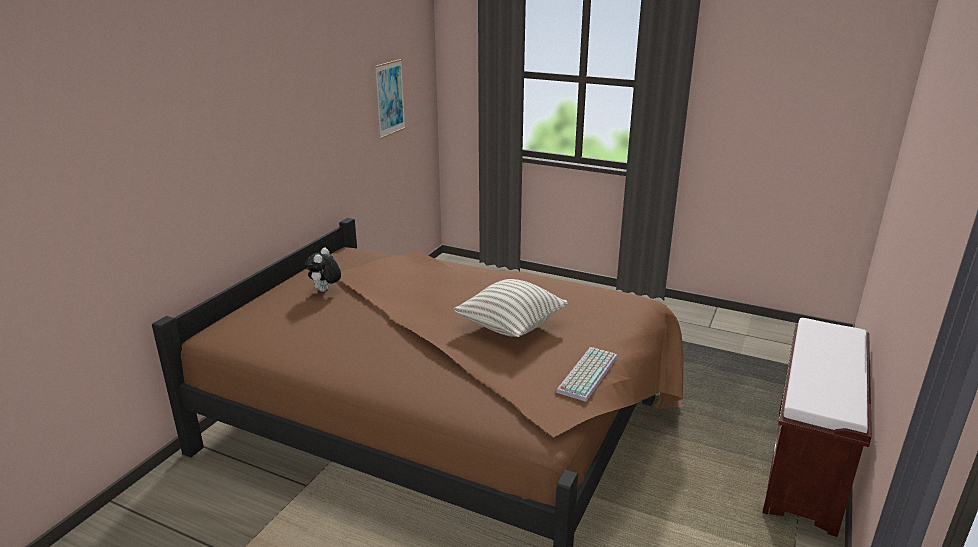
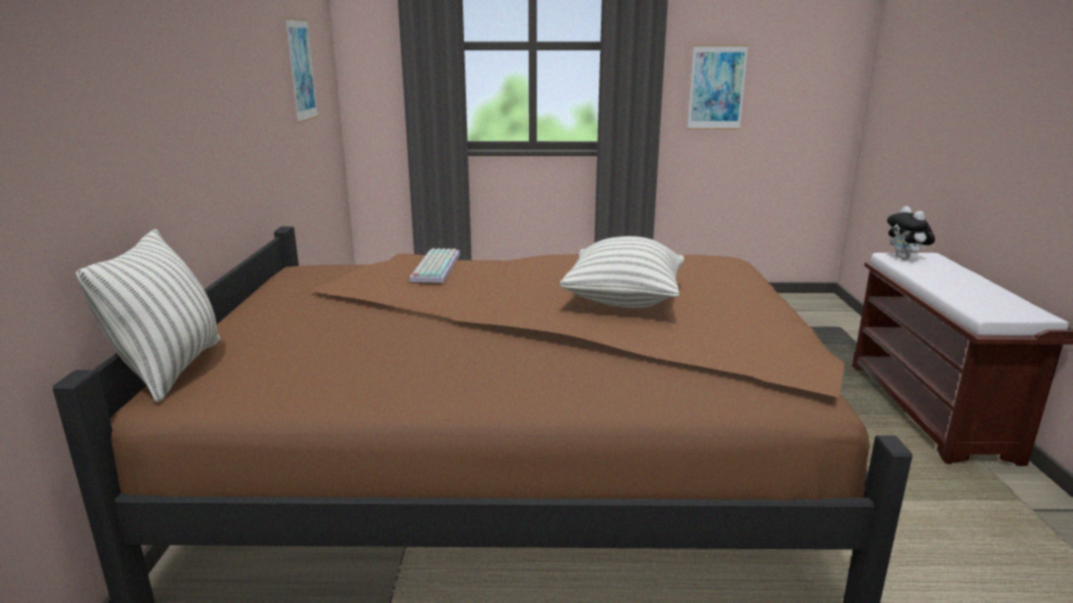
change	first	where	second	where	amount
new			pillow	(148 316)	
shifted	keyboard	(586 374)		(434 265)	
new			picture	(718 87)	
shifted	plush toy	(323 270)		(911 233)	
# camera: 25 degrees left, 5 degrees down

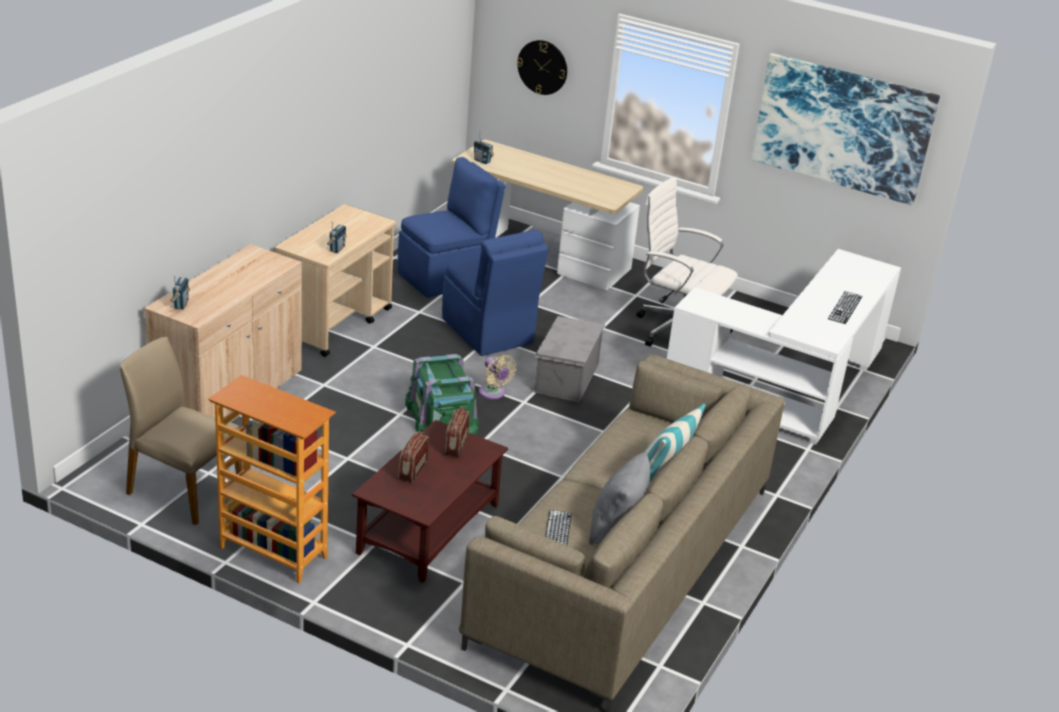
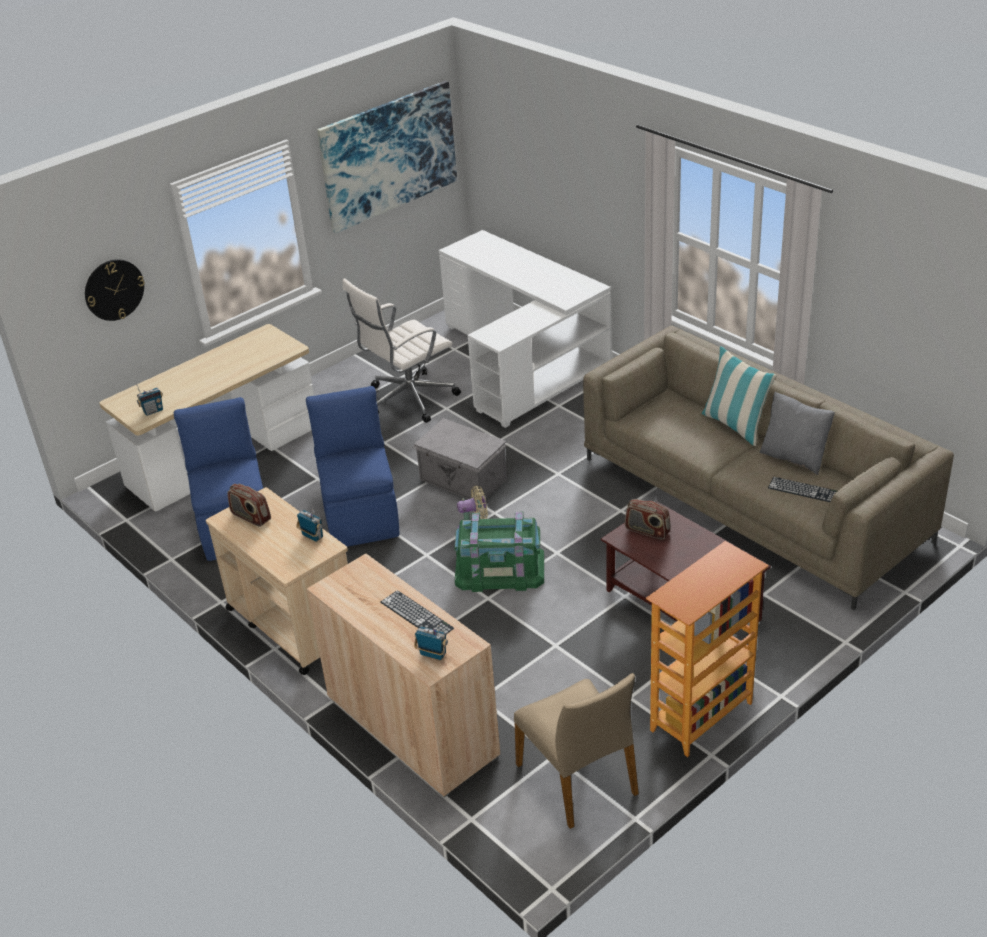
change	first	where	second	where	amount
shifted	radio	(413 457)		(249 505)	
rotated	blue chair	(495 293)		(353 466)	90 degrees counterclockwise
shifted	keyboard	(845 307)		(417 612)	
rotated	beige chair	(181 431)		(576 751)	75 degrees counterclockwise
# camera: 65 degrees left, 5 degrees up

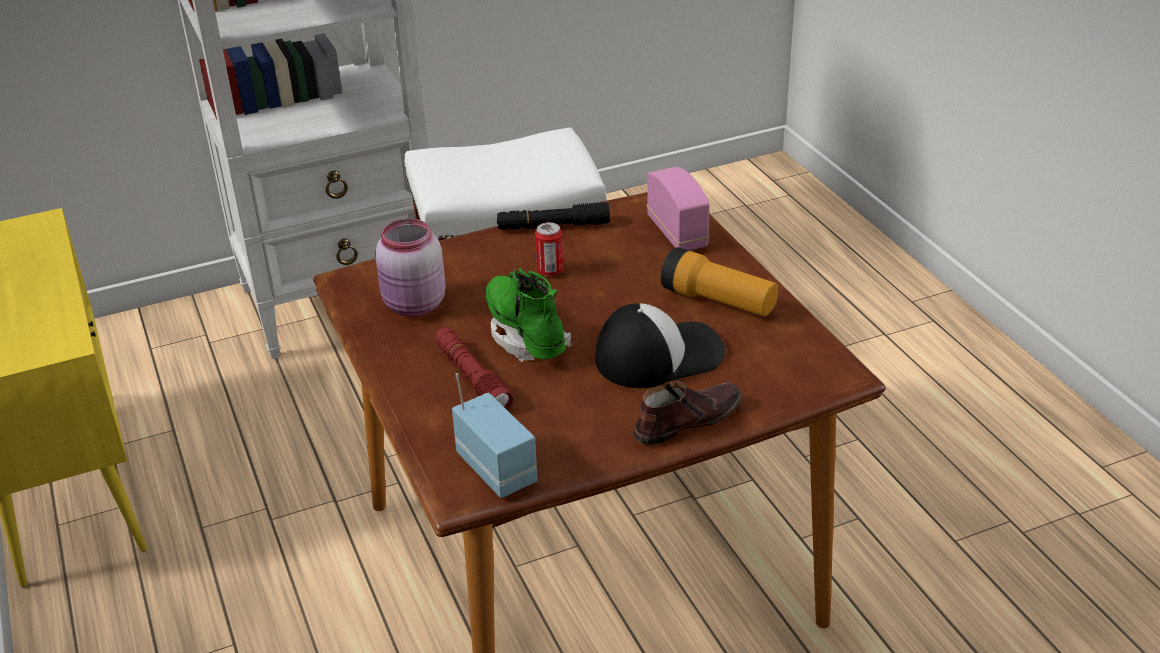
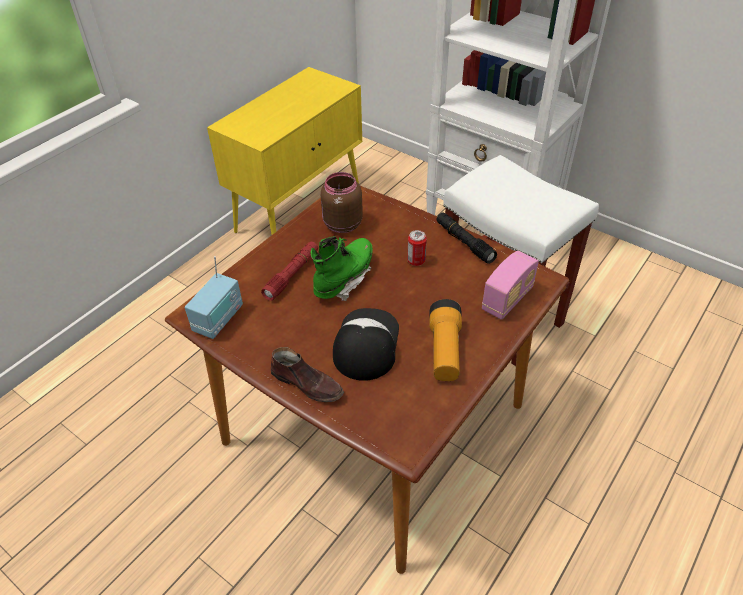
change	first	where	second	where	amount
repainted	pink jar	(410 267)	brown jar	(342 202)	
rotated	cap	(660 345)		(366 344)	120 degrees counterclockwise
# camera: 60 degrees right, 10 degrees up

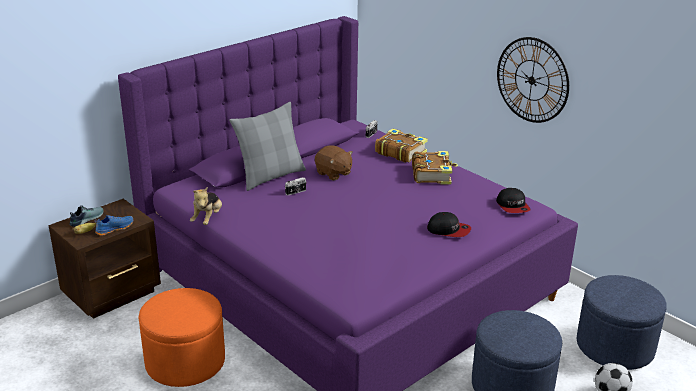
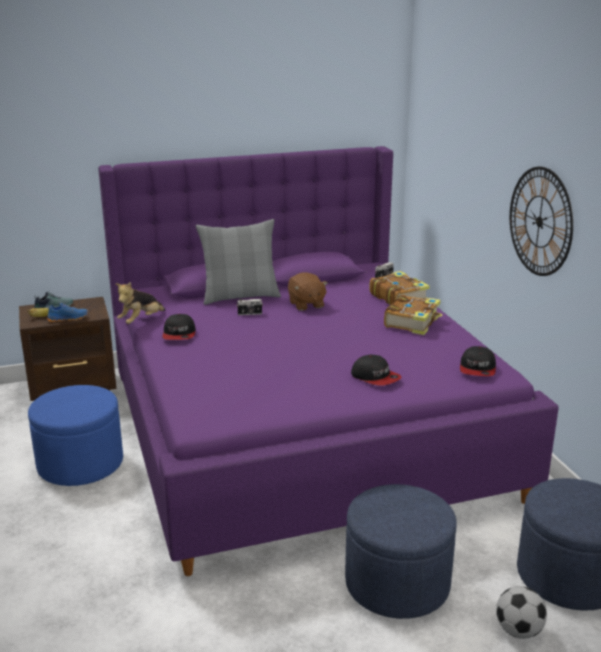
change	first	where	second	where	amount
repainted	orange ottoman	(182 337)	blue ottoman	(75 435)	
new			cap	(179 327)	
# camera: 25 degrees right, 5 degrees down

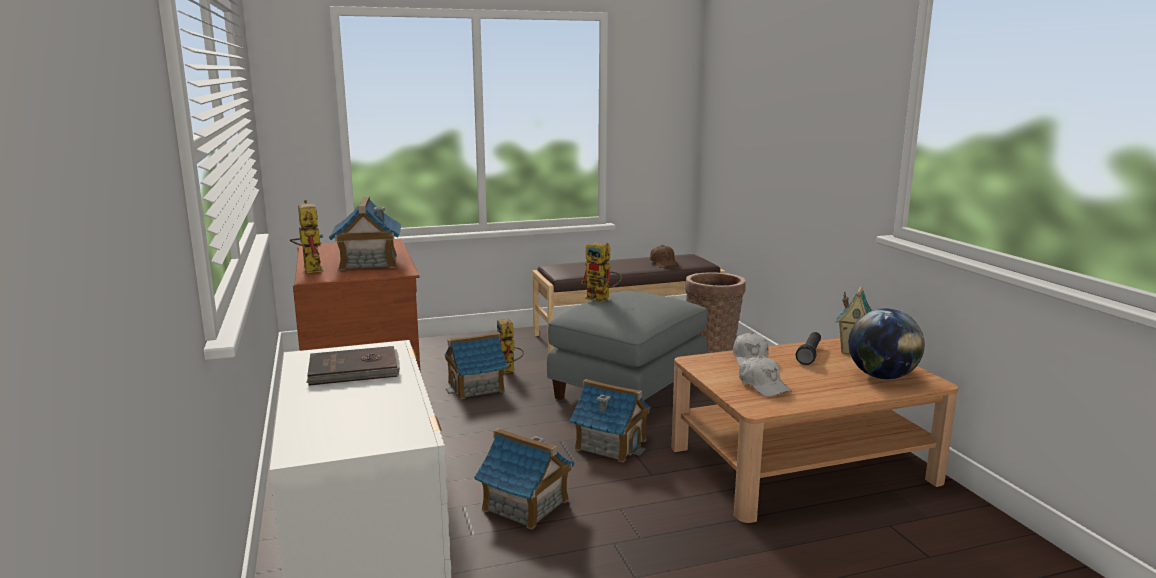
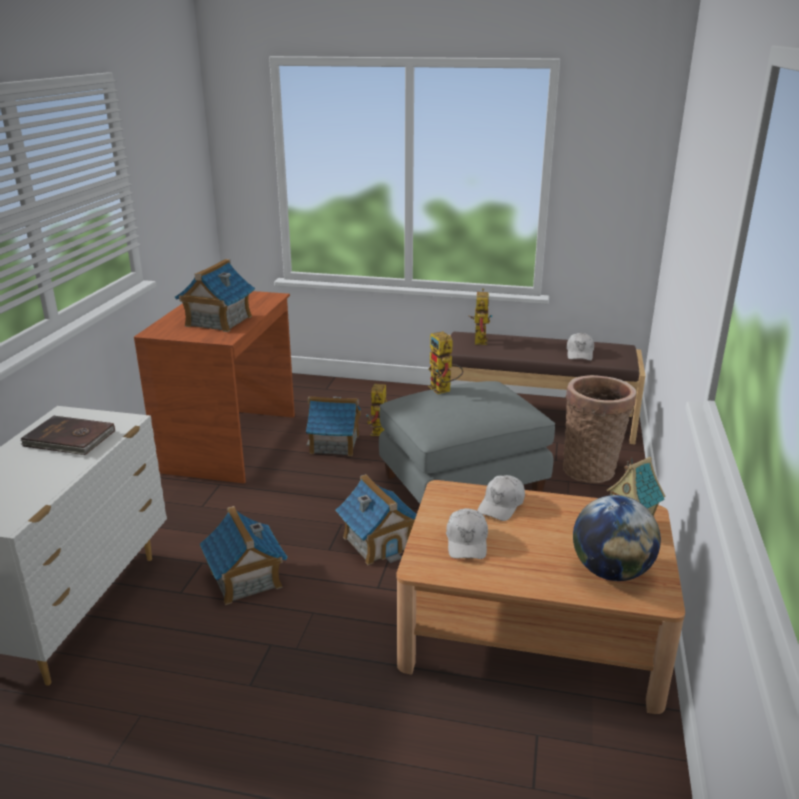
change	first	where	second	where	amount
shifted	toy robot	(307 236)		(480 316)	
repainted	brown cap	(664 256)	white cap	(580 347)	
gone	black flashlight	(808 348)			
# camera: 30 degrees right, 10 degrees up

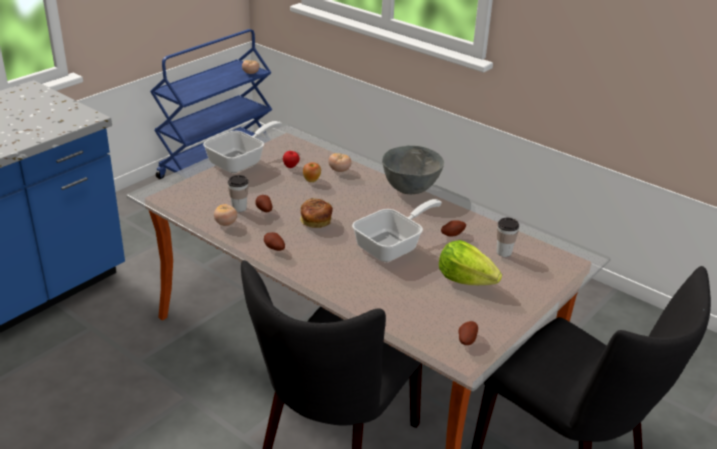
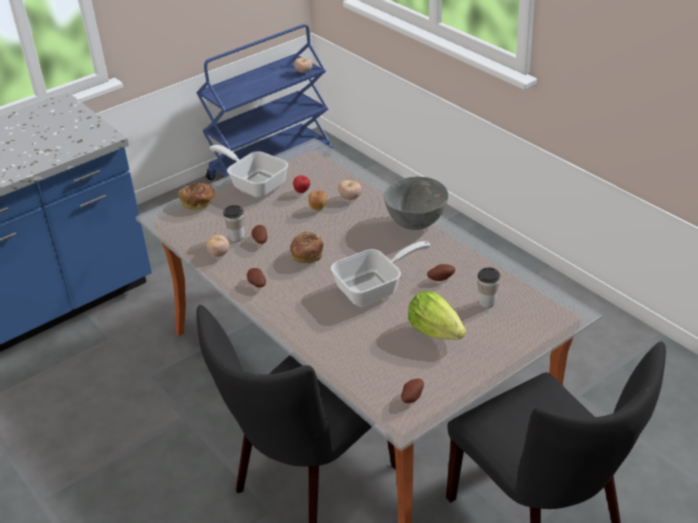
change	first	where	second	where	amount
new			bread	(196 197)	
rotated	frying pan	(242 147)		(249 171)	105 degrees counterclockwise
# camera: 15 degrees right, 5 degrees up

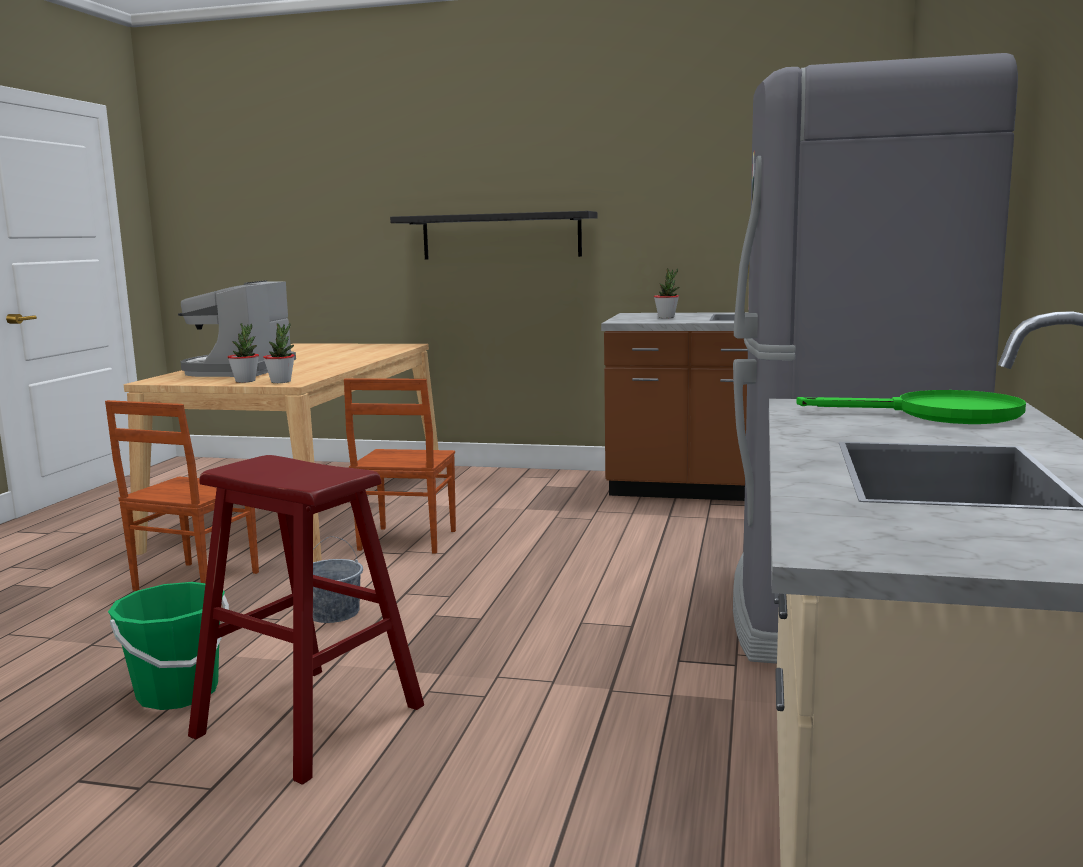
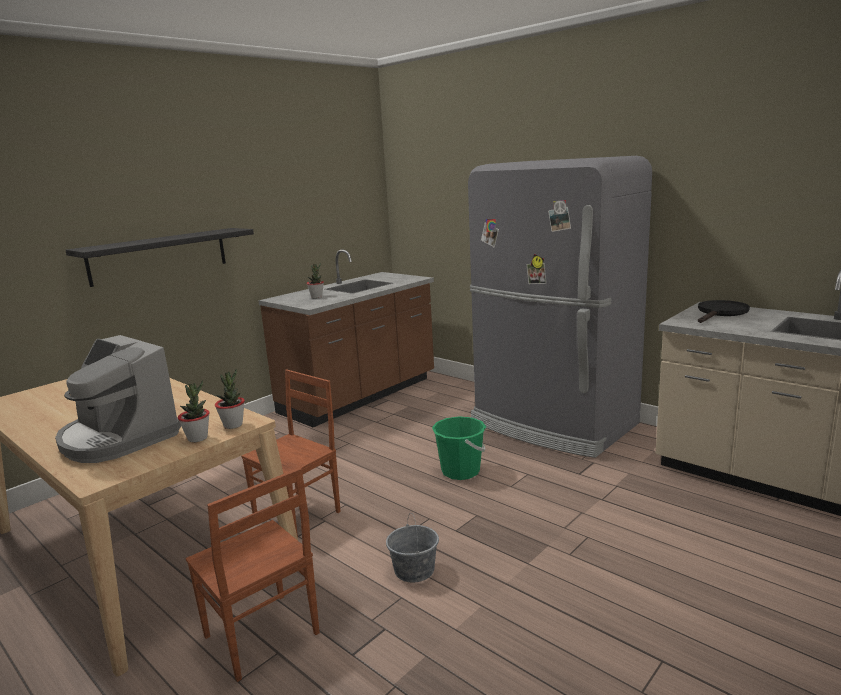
change	first	where	second	where	amount
rotated	brown chair	(400 466)		(291 454)	90 degrees counterclockwise
shifted	green bucket	(168 646)		(459 448)	
repainted	green frying pan	(911 407)	black frying pan	(724 311)	
gone	red stool	(306 620)			
# camera: 60 degrees left, 5 degrees up

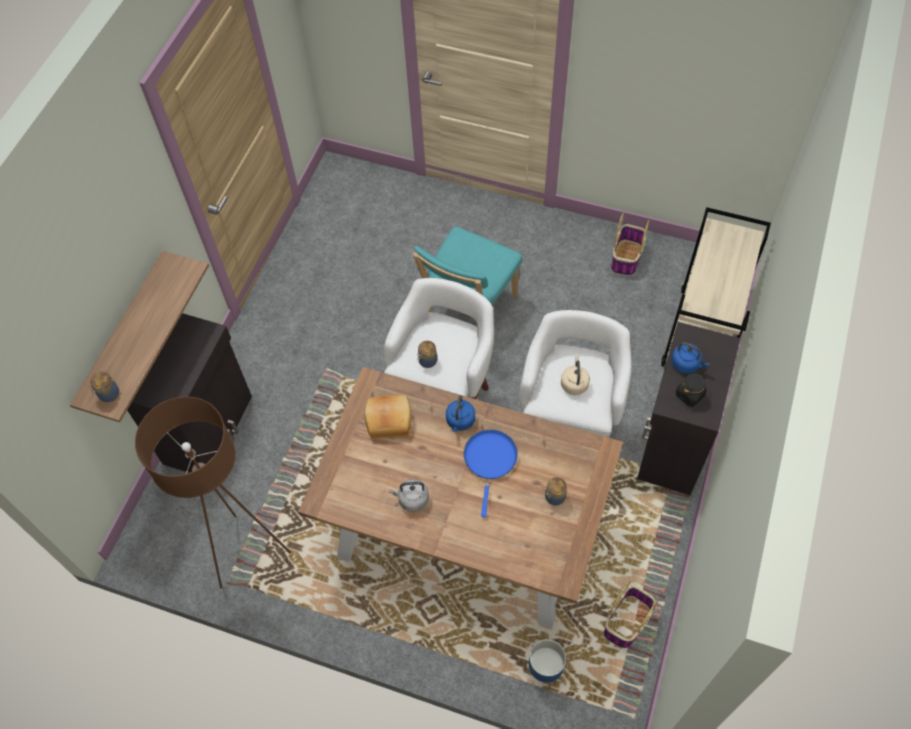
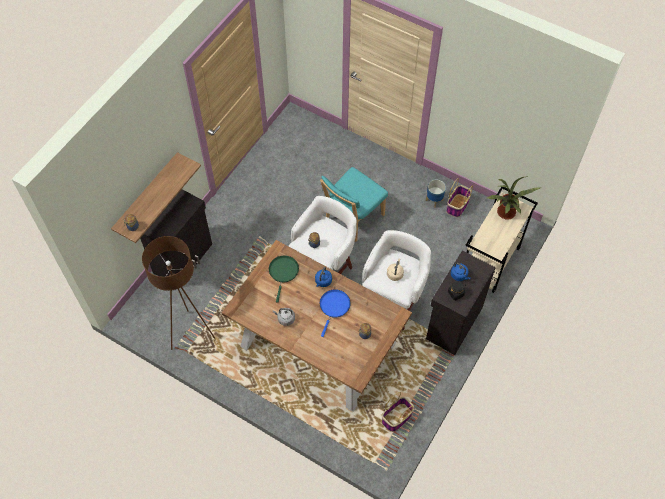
change	first	where	second	where	amount
swapped	bread	(388 416)	green frying pan	(284 279)	
shifted	planter	(547 663)		(436 193)	
new			potted plant	(514 198)	
# camera: 10 degrees right, 0 degrees up

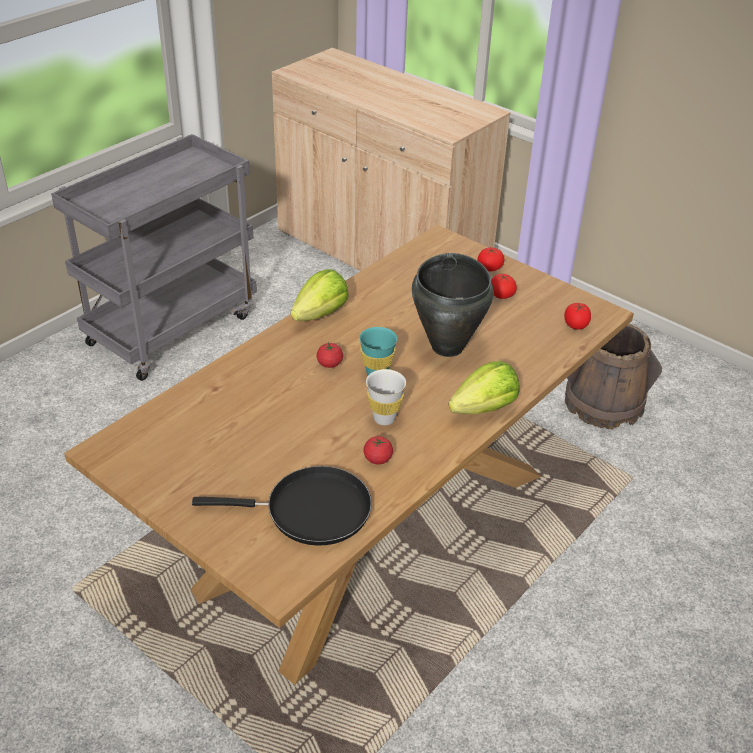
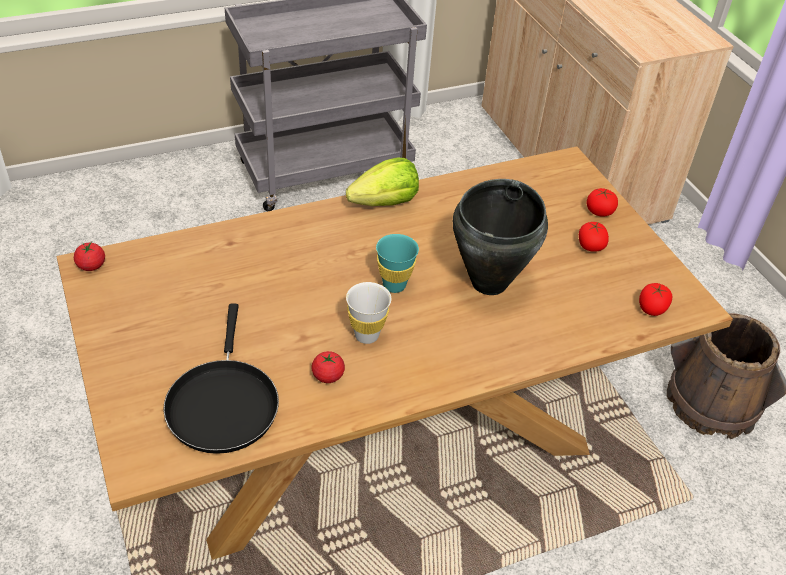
change	first	where	second	where	amount
shifted	tomato	(330 355)		(89 257)	
rotated	black frying pan	(282 506)		(221 379)	60 degrees clockwise
gone	lettuce	(484 387)			
# camera: 25 degrees right, 5 degrees up

